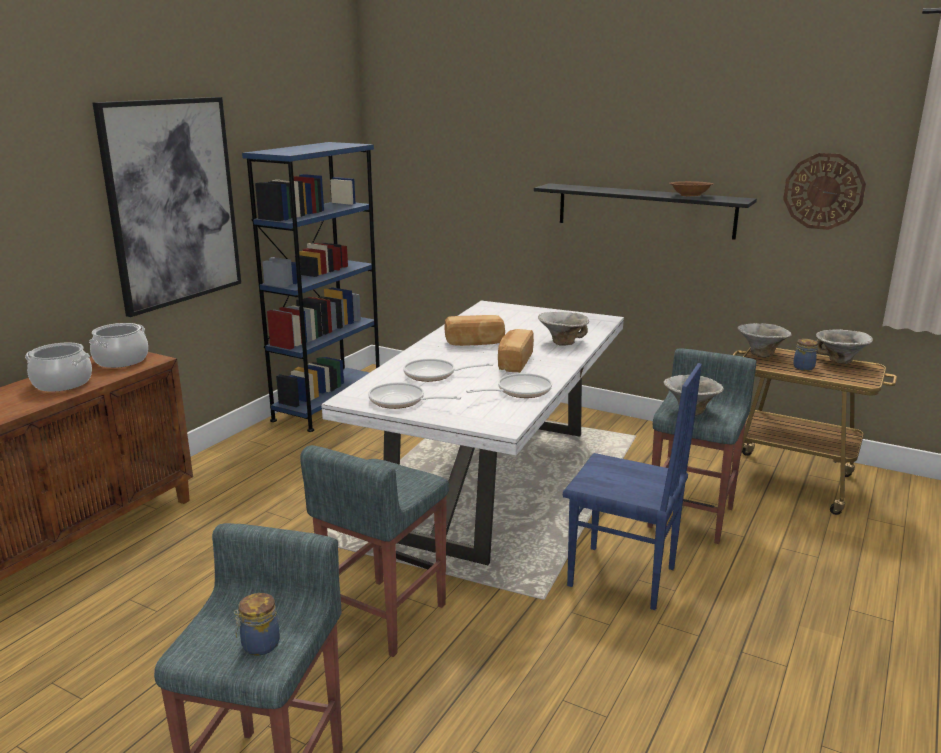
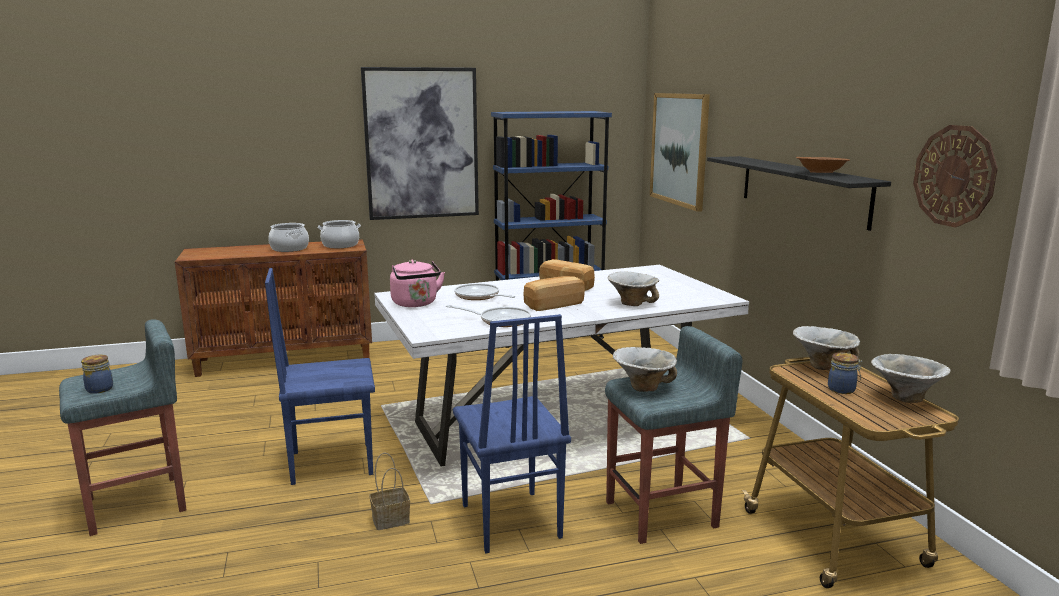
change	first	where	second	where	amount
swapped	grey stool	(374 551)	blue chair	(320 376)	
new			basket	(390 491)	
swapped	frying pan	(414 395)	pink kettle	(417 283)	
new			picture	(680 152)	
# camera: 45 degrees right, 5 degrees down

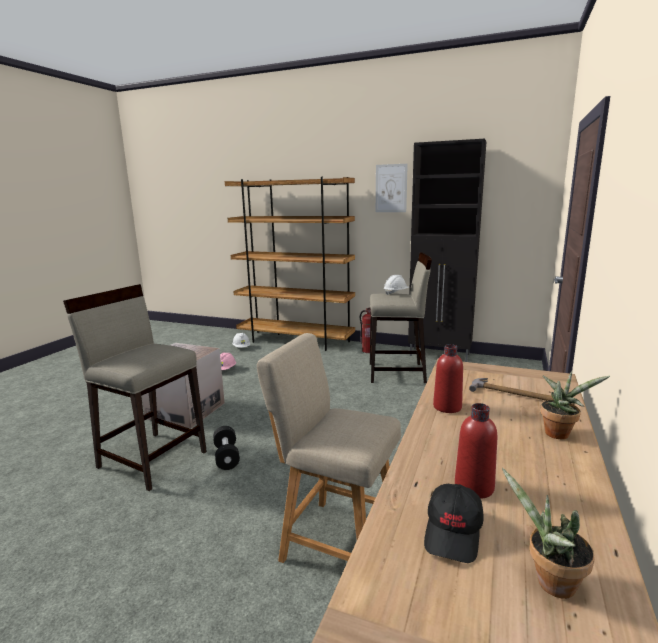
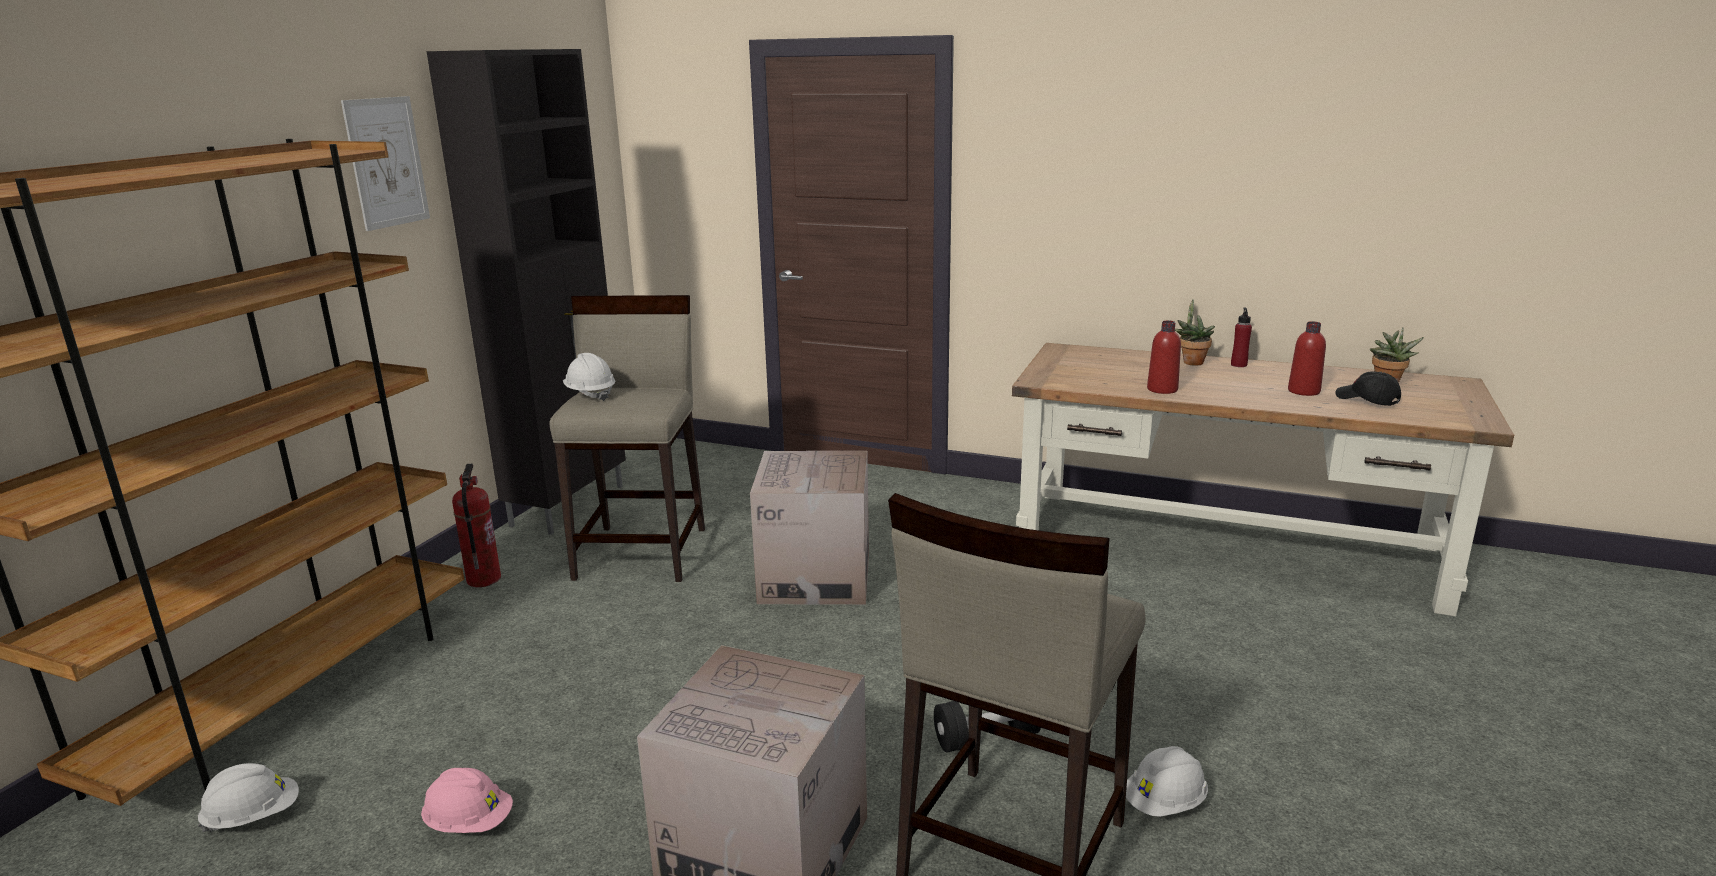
change	first	where	second	where	amount
new			cardboard box	(809 528)	
new			white hard hat	(1167 781)	
new			red bottle	(1241 337)	
rotated	black cap	(454 523)		(1368 388)	150 degrees counterclockwise
gone	beige chair	(329 448)			
gone	hammer	(511 389)			
# camera: 90 degrees left, 5 degrees up

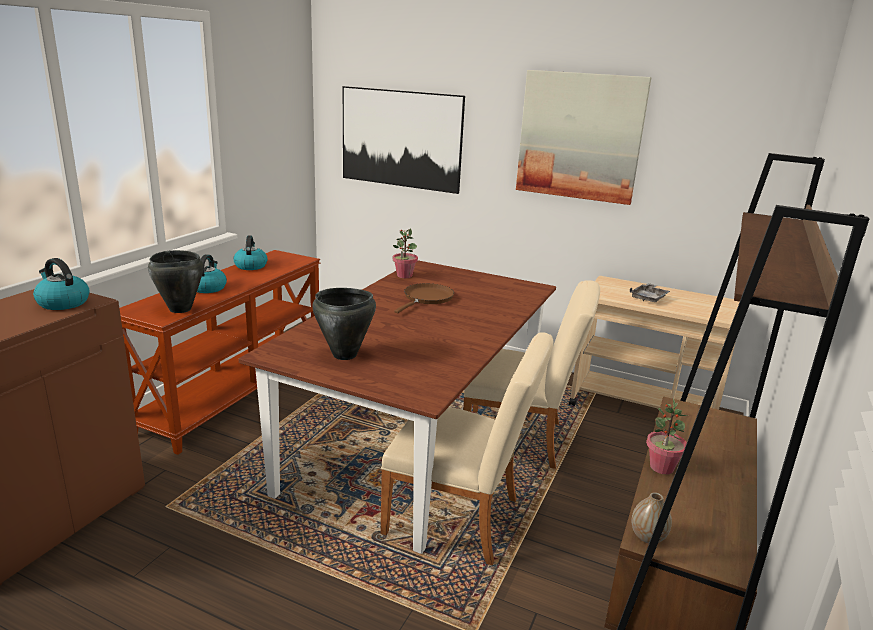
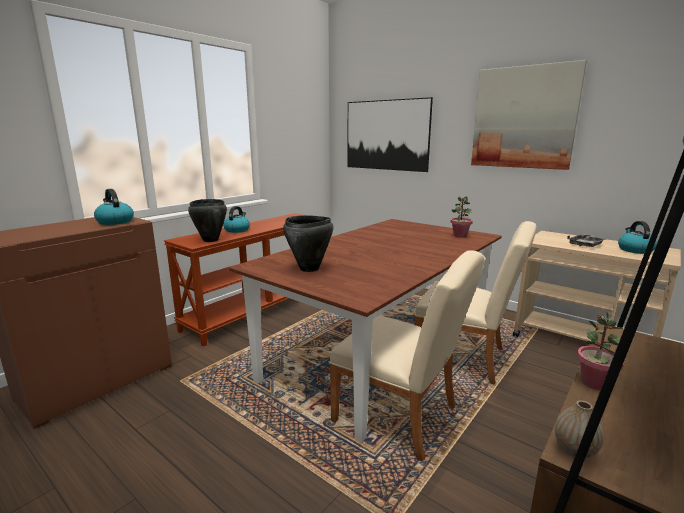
change	first	where	second	where	amount
shifted	potted plant	(405 253)		(462 217)	
shifted	kettle	(250 253)		(637 237)	
gone	brown frying pan	(424 298)			
# camera: 15 degrees right, 5 degrees down

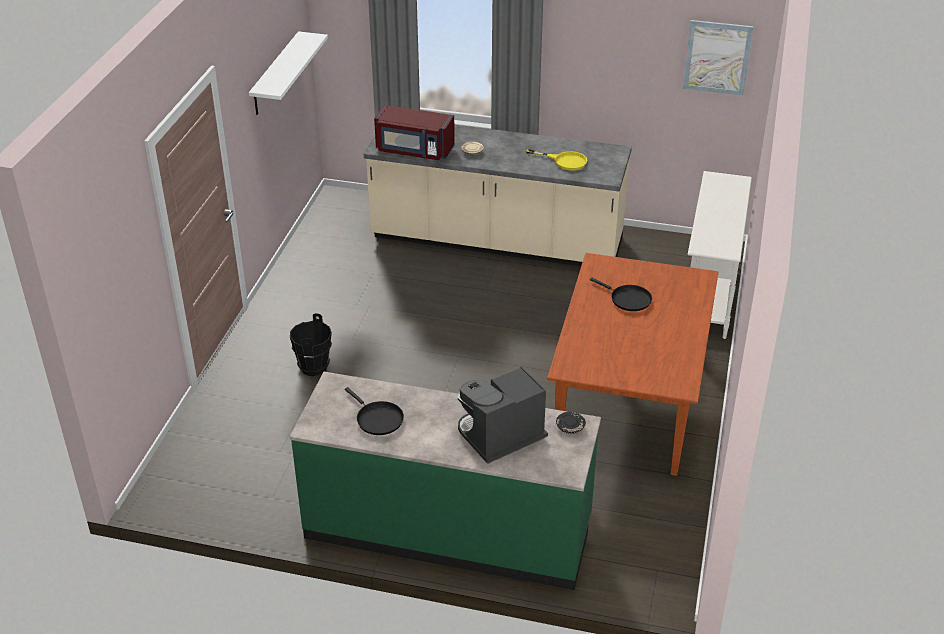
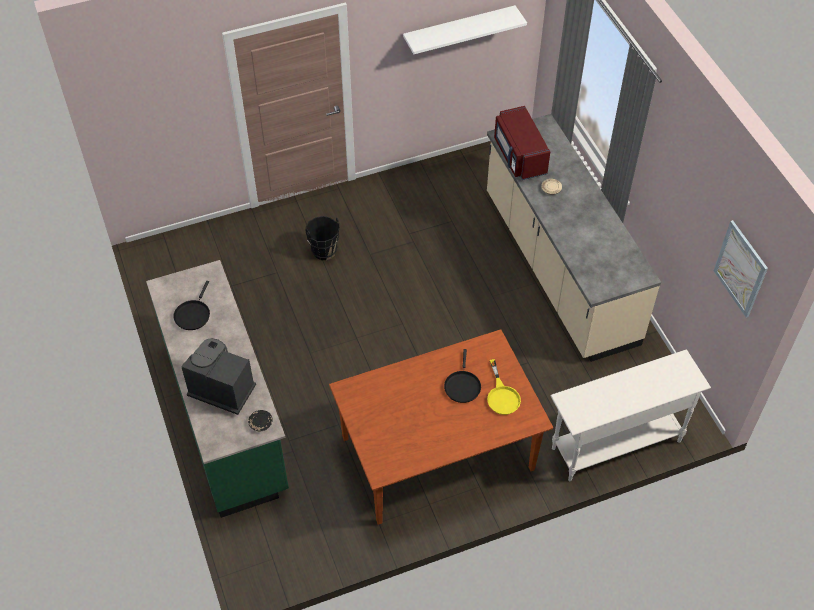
change	first	where	second	where	amount
shifted	yellow frying pan	(556 159)		(504 387)	
# camera: 55 degrees right, 15 degrees up

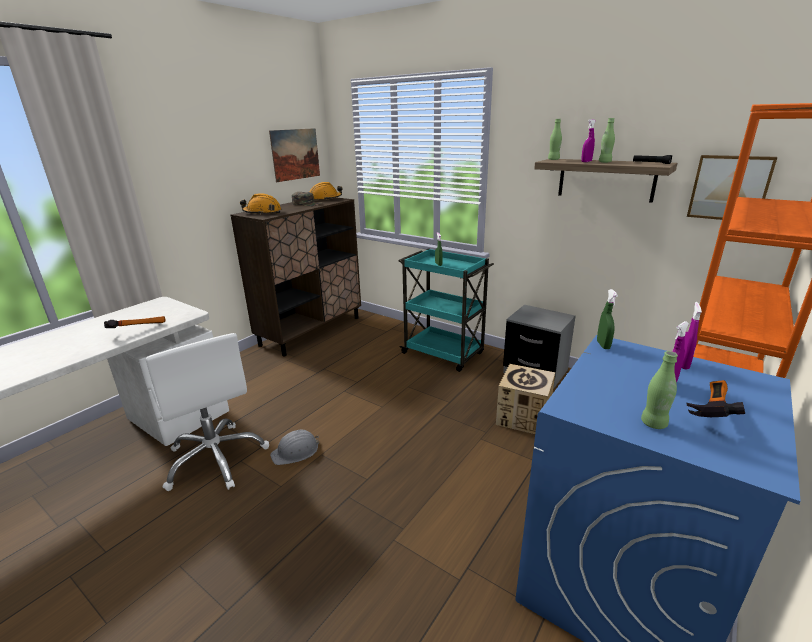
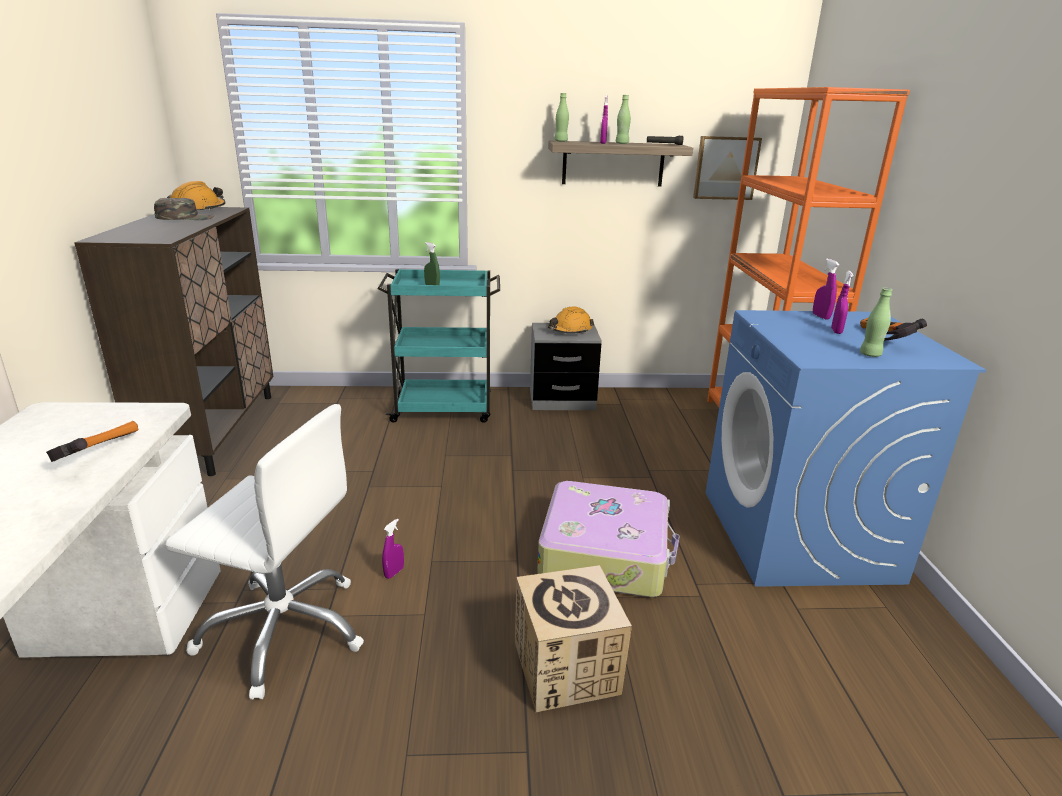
change	first	where	second	where	amount
swapped	grey hard hat	(294 447)	purple spray bottle	(393 548)	
shifted	cardboard box	(525 399)		(573 638)	
new			suitcase	(608 539)	
shifted	orange hard hat	(260 204)		(571 320)	
gone	picture	(294 155)			
gone	green spray bottle	(607 319)			
# camera: 40 degrees left, 0 degrees up

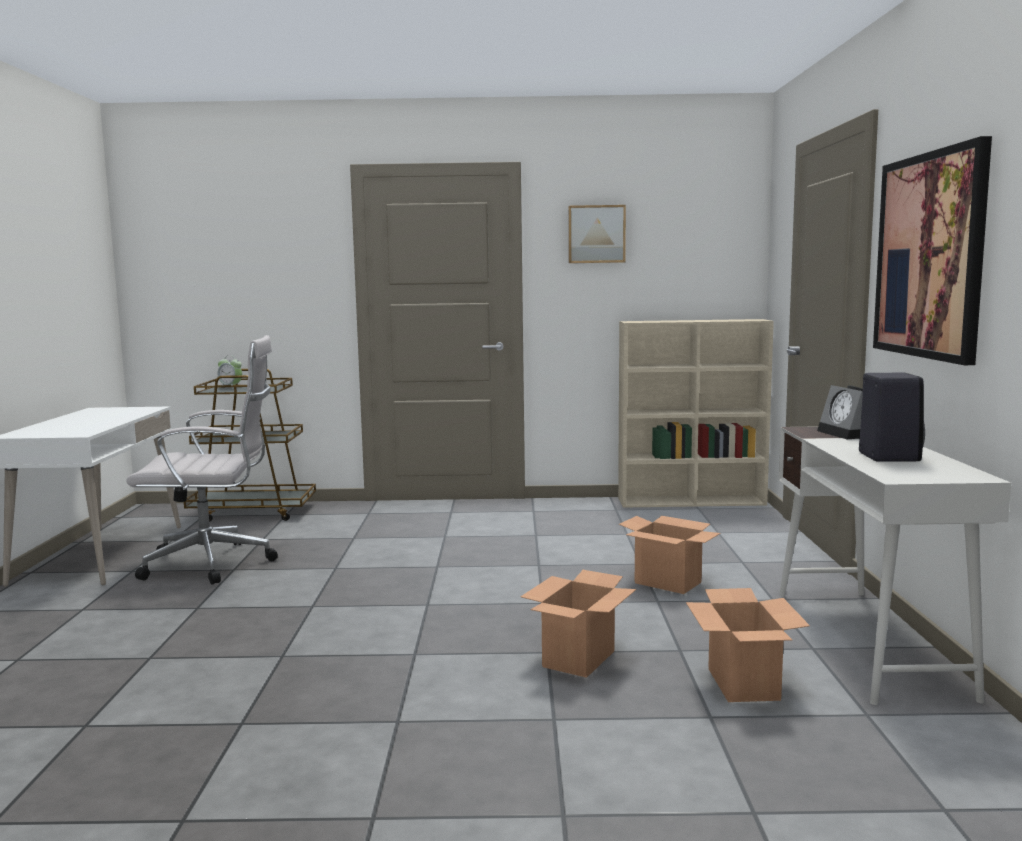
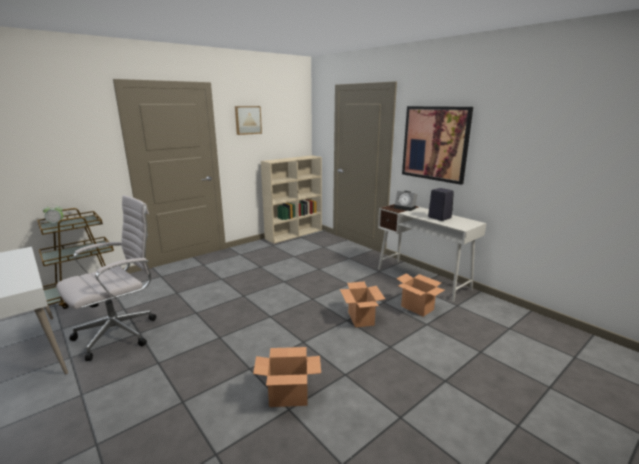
change	first	where	second	where	amount
shifted	cardboard box	(670 555)		(287 377)	
# camera: 40 degrees left, 10 degrees up

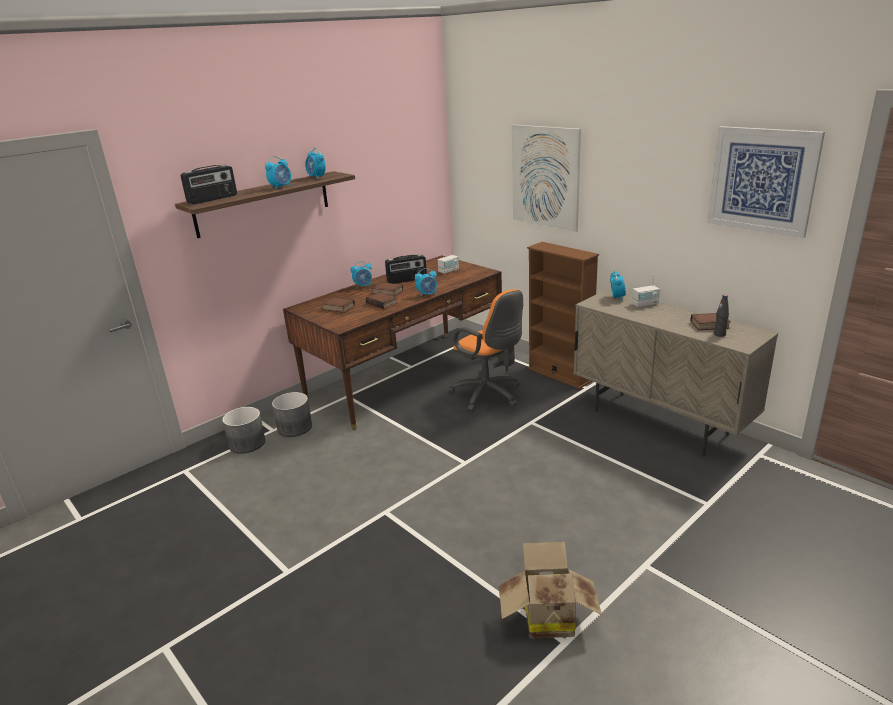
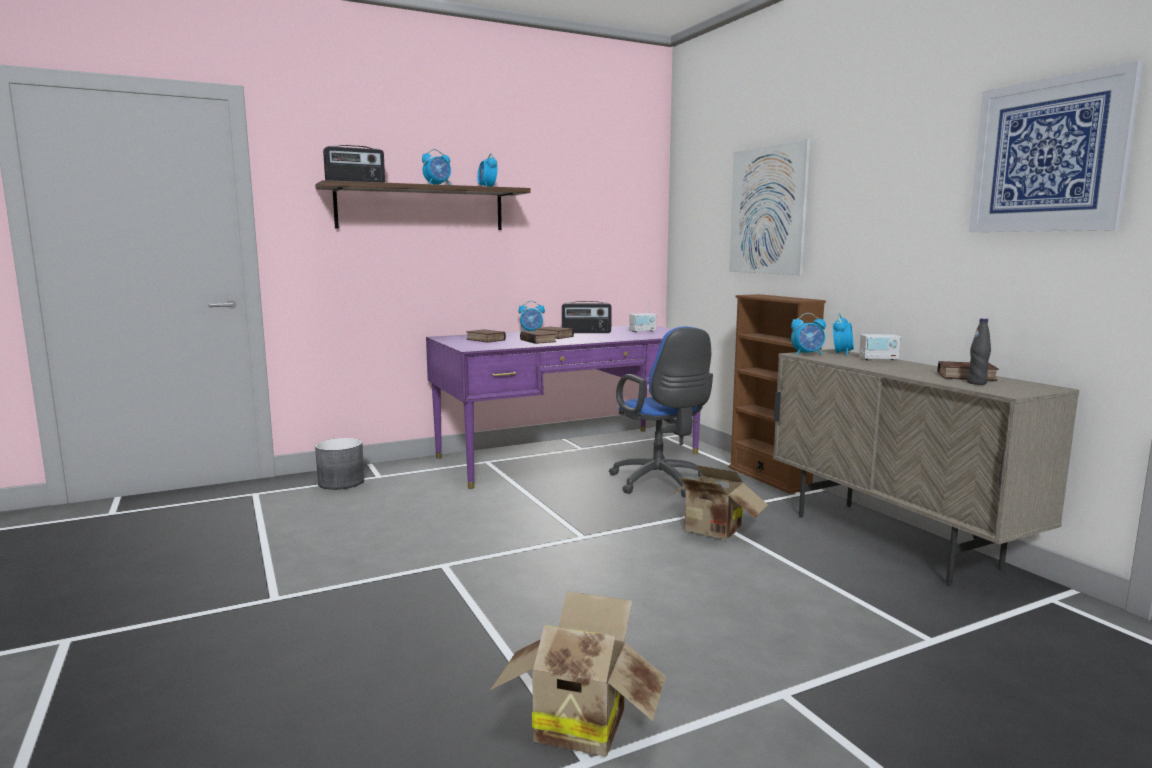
change	first	where	second	where	amount
repainted	brown desk	(392 342)	purple desk	(563 407)	
repainted	orange office chair	(485 350)	blue office chair	(661 412)	
new			cardboard box	(716 502)	
shifted	alarm clock	(426 283)		(808 334)	
gone	grey planter	(292 414)			
# camera: 15 degrees right, 15 degrees down

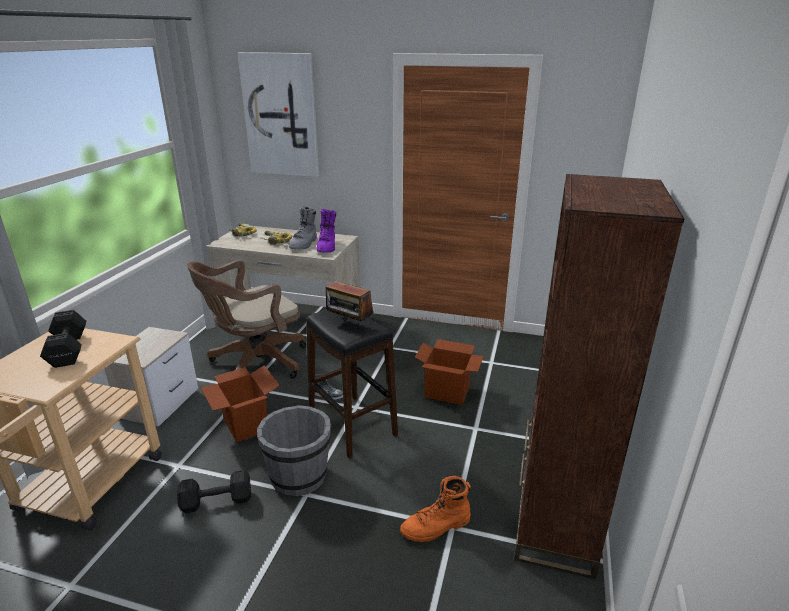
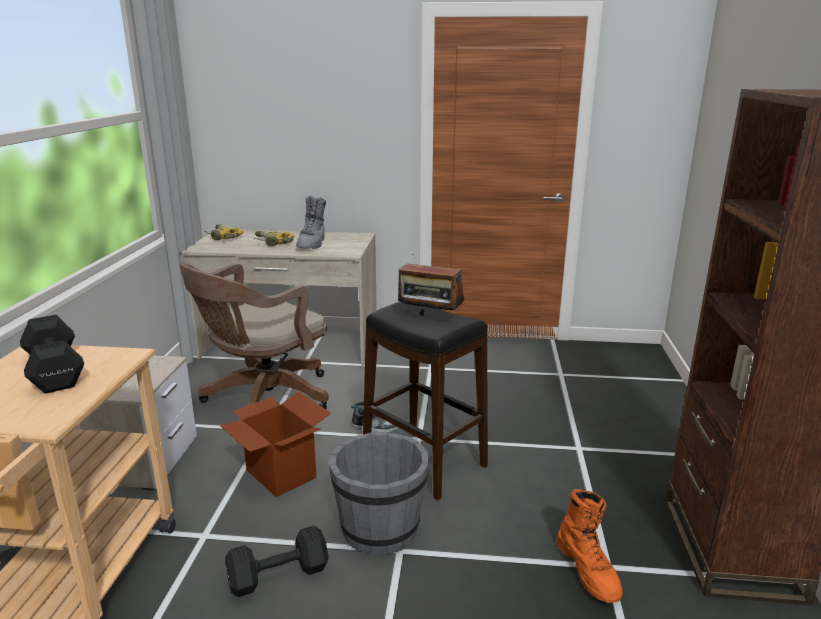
change	first	where	second	where	amount
rotated	orange boot	(435 509)		(589 546)	75 degrees counterclockwise
gone	picture	(278 114)			
gone	purple boot	(326 231)			
gone	cardboard box	(449 372)			
# camera: 10 degrees left, 5 degrees down

